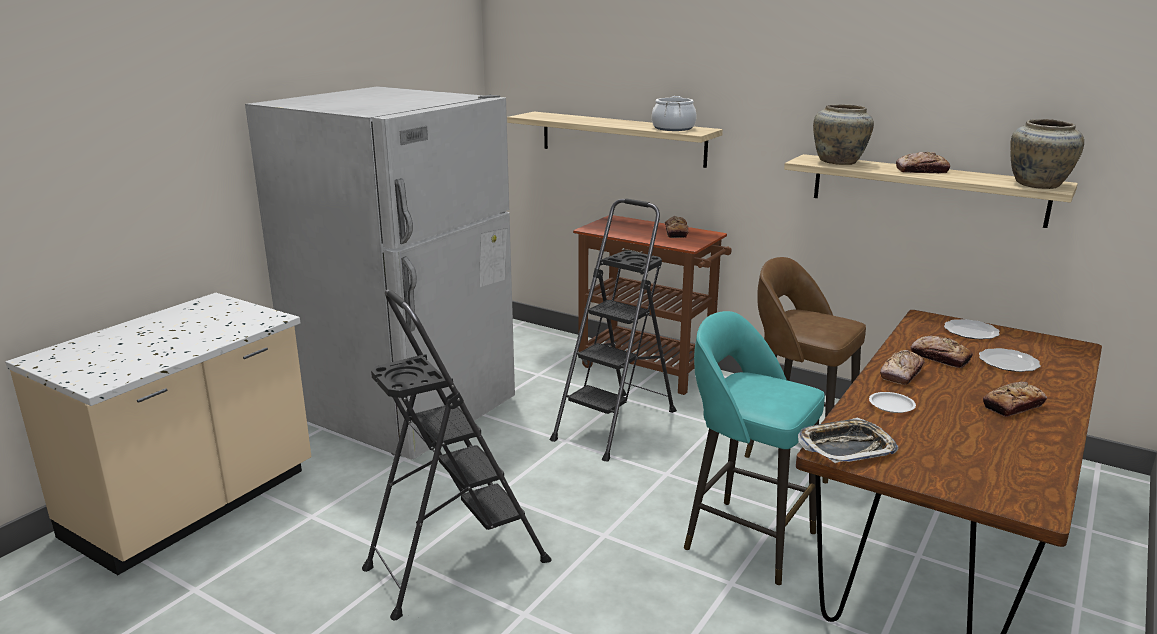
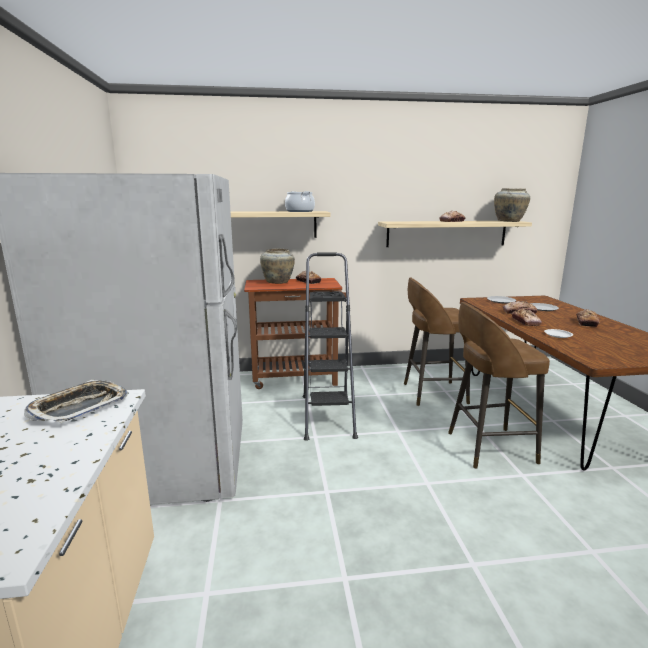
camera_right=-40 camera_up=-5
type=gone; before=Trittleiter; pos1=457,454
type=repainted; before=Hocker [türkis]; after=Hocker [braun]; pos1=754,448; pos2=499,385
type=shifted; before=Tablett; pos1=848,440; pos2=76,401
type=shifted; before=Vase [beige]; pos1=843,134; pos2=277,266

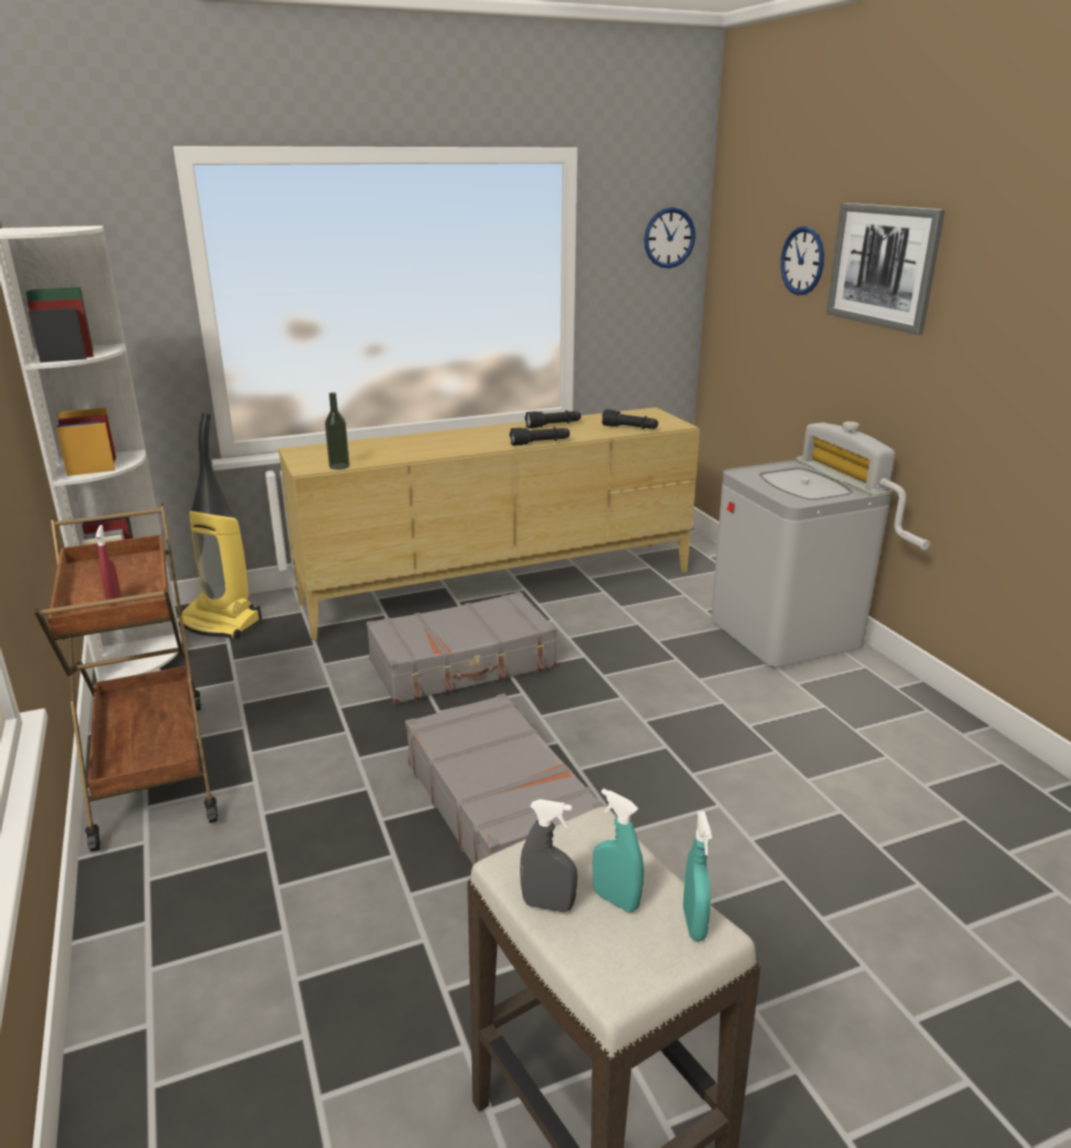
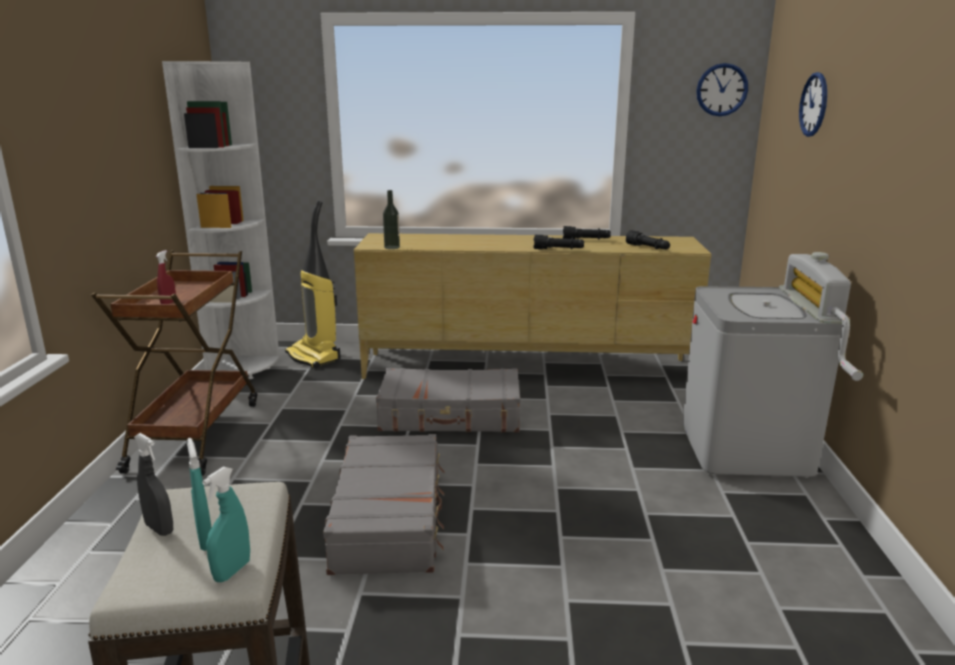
camera_right=25 camera_up=-5
type=gone; before=Bild; pos1=885,269

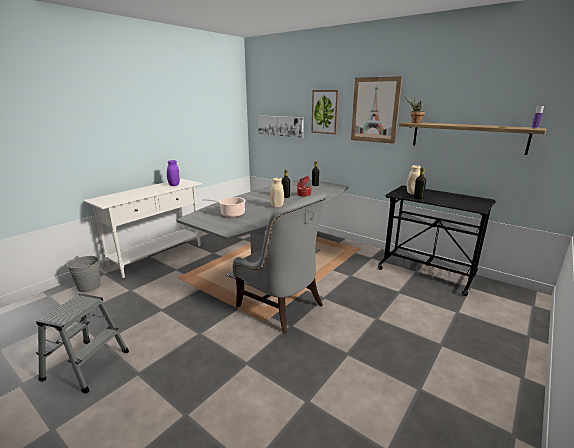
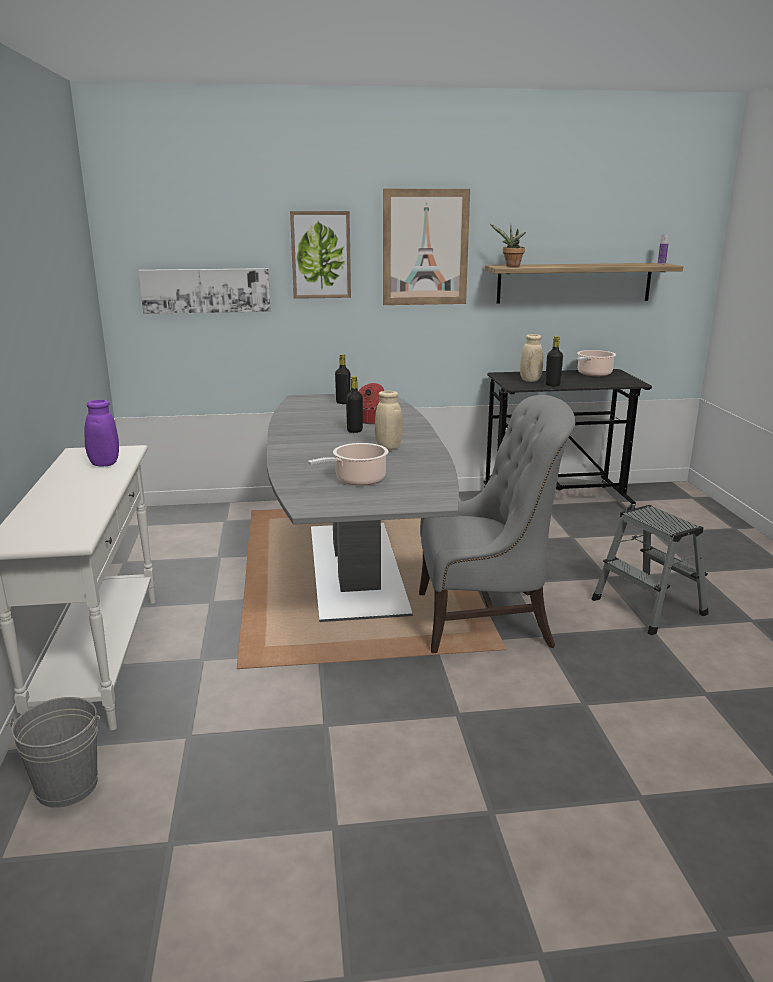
camera_right=-45 camera_up=0
type=shifted; before=Trittleiter [grau]; pos1=82,343; pos2=650,570
type=new; after=Kochtopf; pos2=596,363

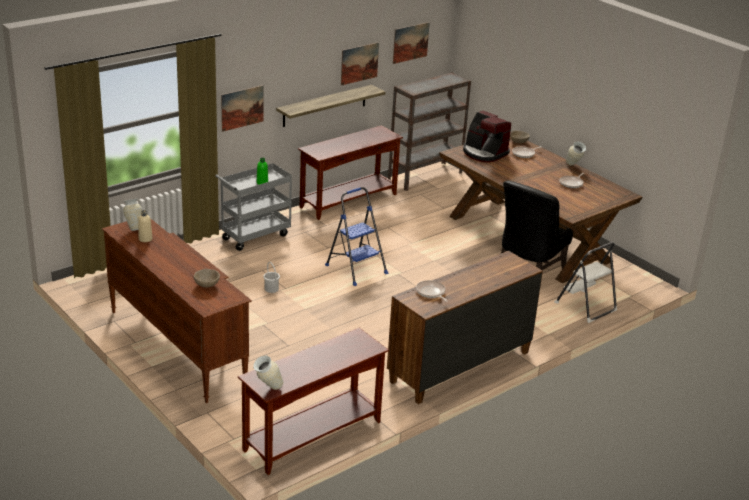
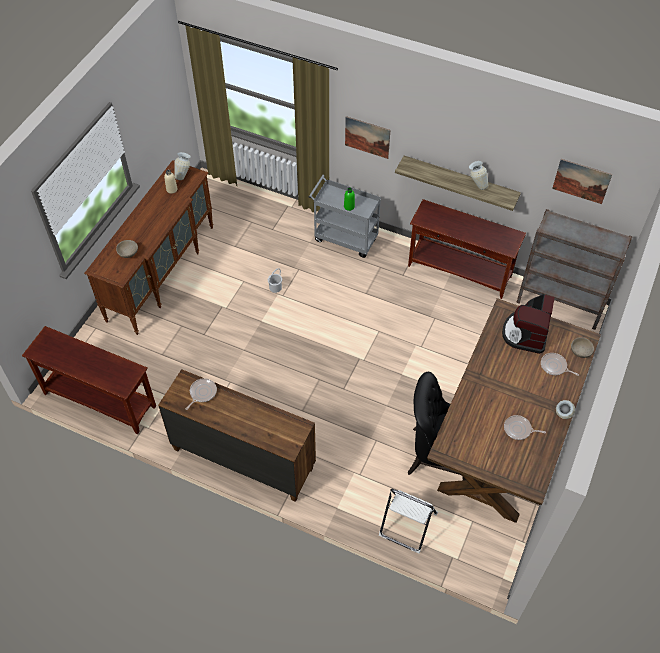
camera_right=65 camera_up=25
type=shifted; before=Vase; pos1=268,373; pos2=478,175
type=gone; before=Trittleiter [blau]; pos1=356,236
type=gone; before=Bild; pos1=360,64

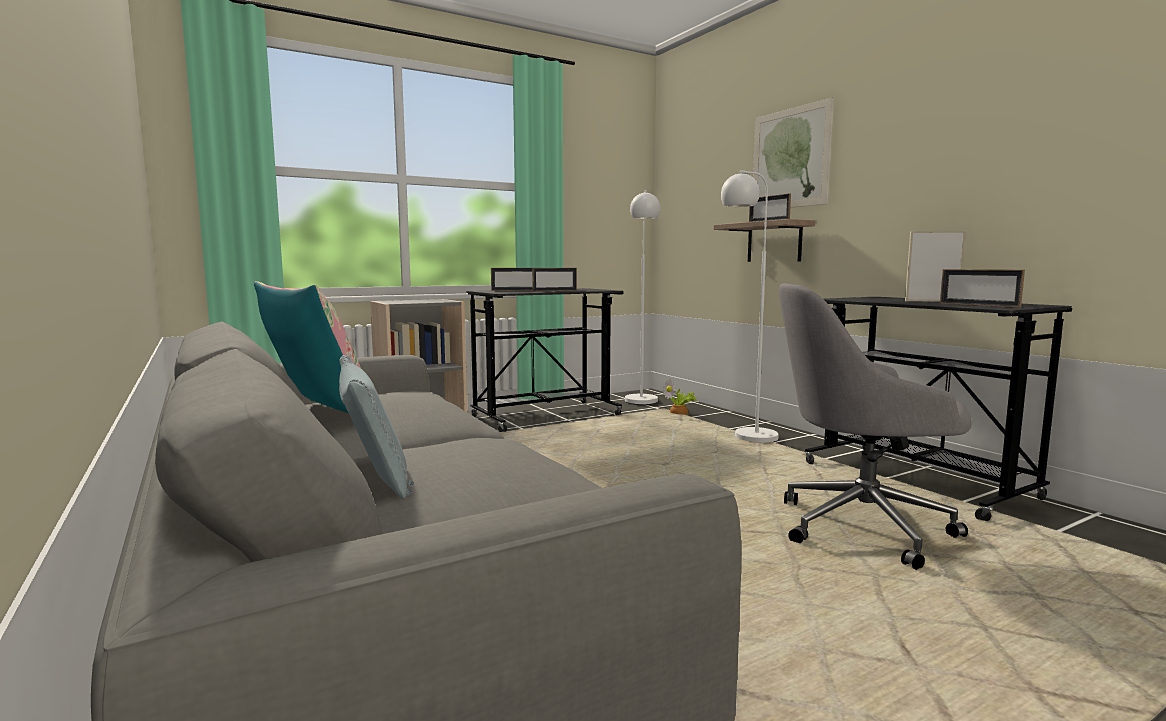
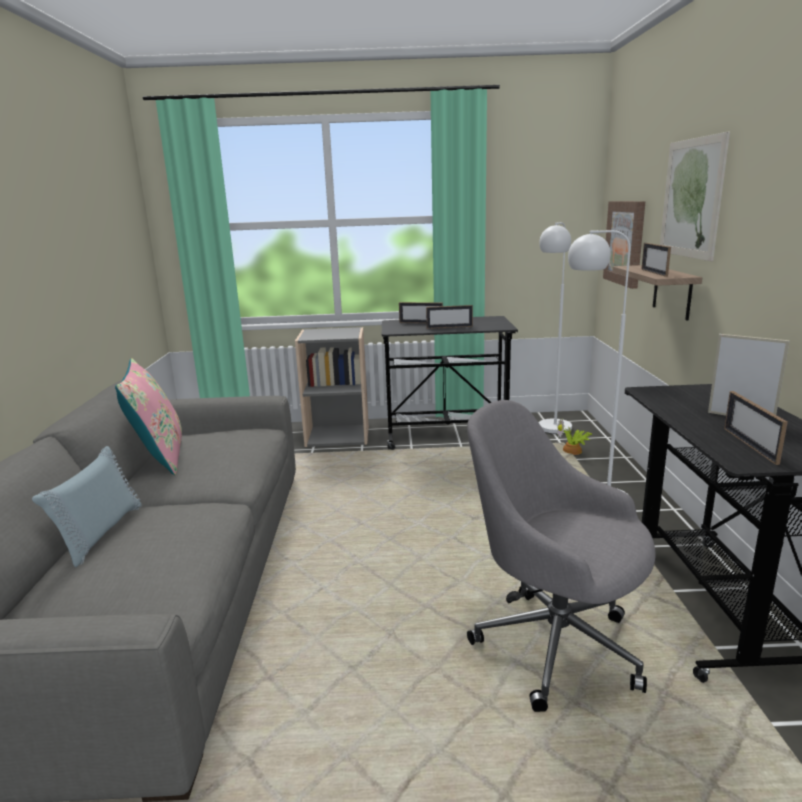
camera_right=30 camera_up=10
type=new; after=Bild; pos2=624,245

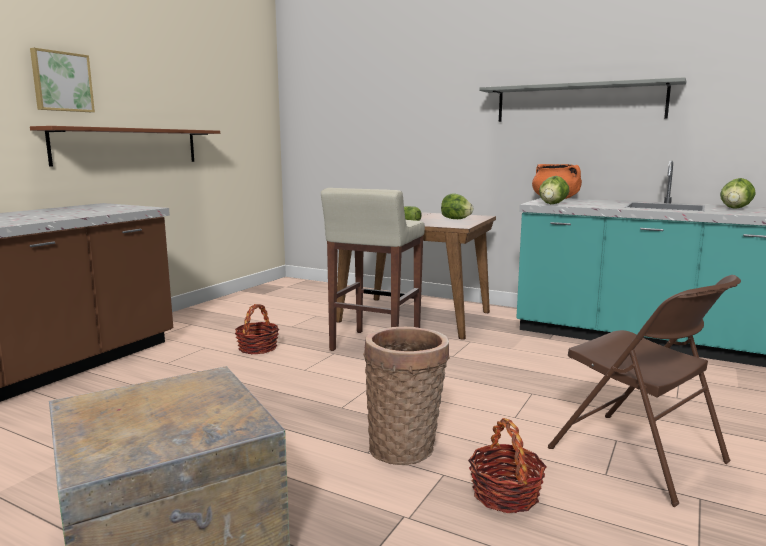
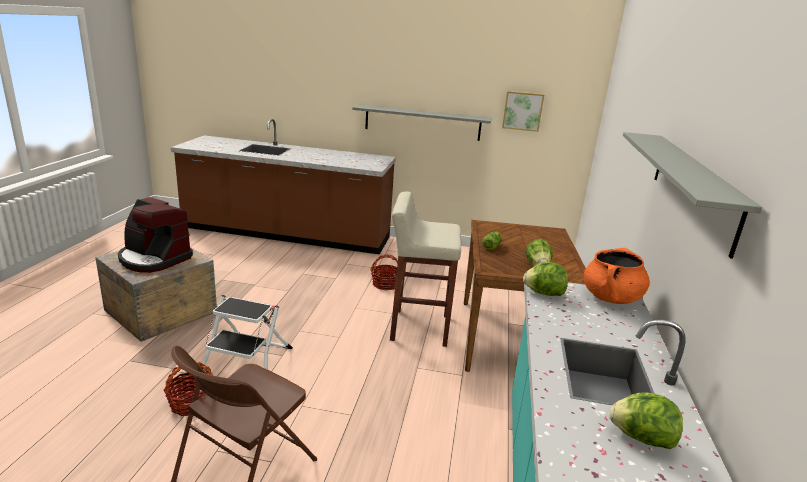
camera_right=70 camera_up=10
type=shifted; before=Bild; pos1=62,80; pos2=523,111
type=repainted; before=Wandregal [braun]; after=Wandregal [grau]; pos1=125,146; pos2=422,122
type=swapped; before=Korb; after=Trittleiter; pos1=406,396; pos2=247,332
type=new; after=Kaffeemaschine; pos2=155,235

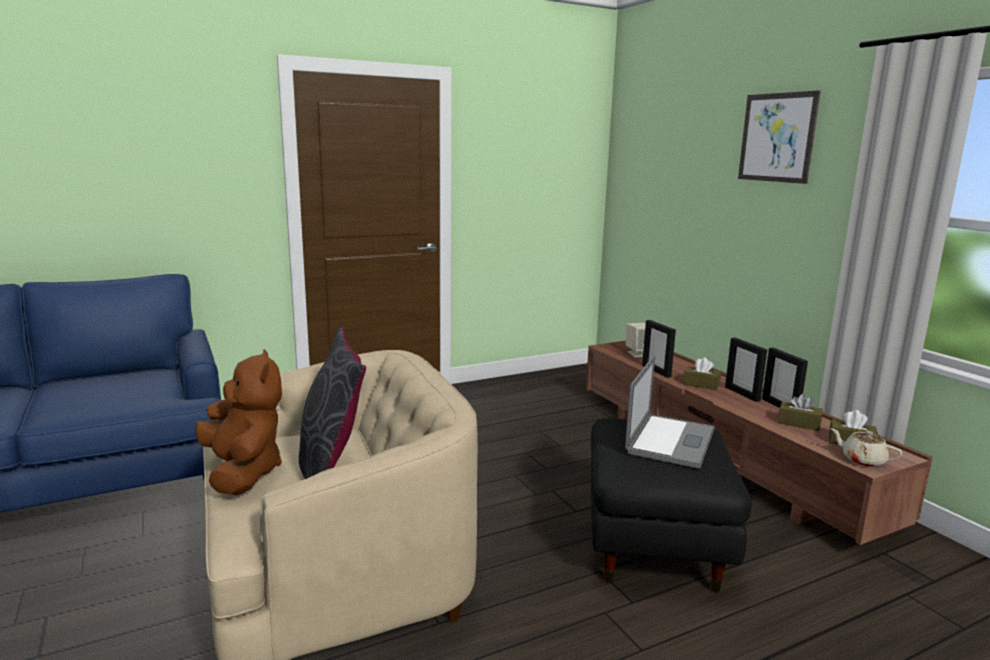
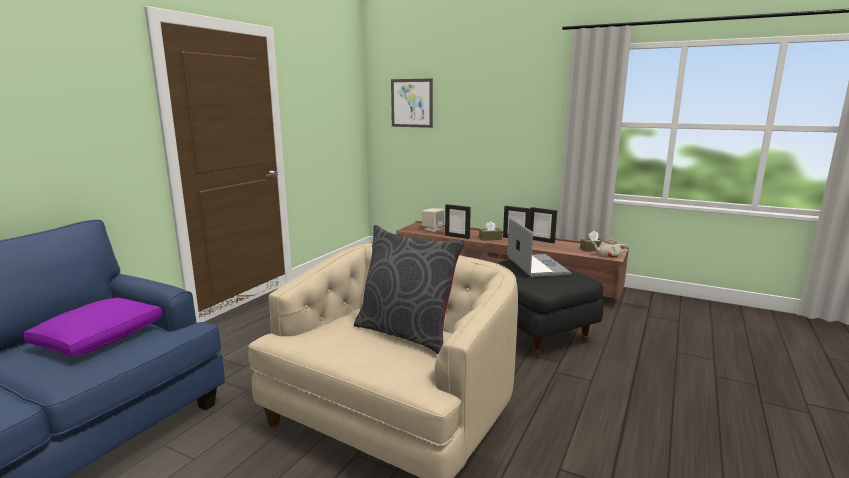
camera_right=-35 camera_up=0
type=gone; before=Plüschtier [braun]; pos1=238,422
type=shifted; before=Bild; pos1=779,137; pos2=412,103
type=gone; before=Taschentuchbox [braun]; pos1=800,412
type=new; after=Kissen [lila]; pos2=93,327

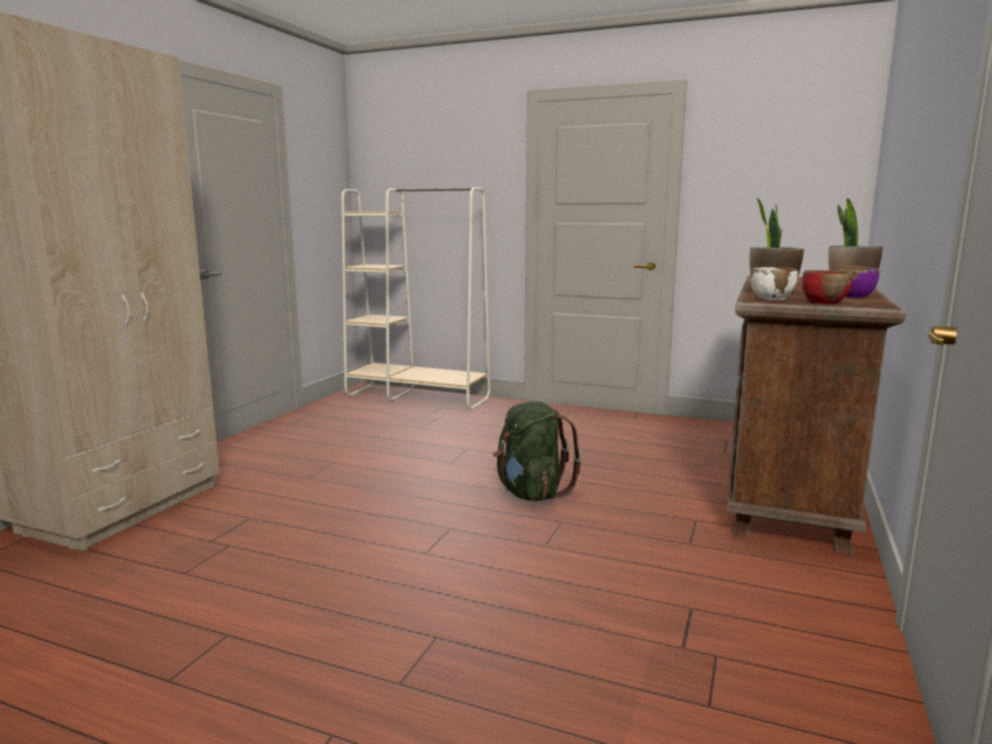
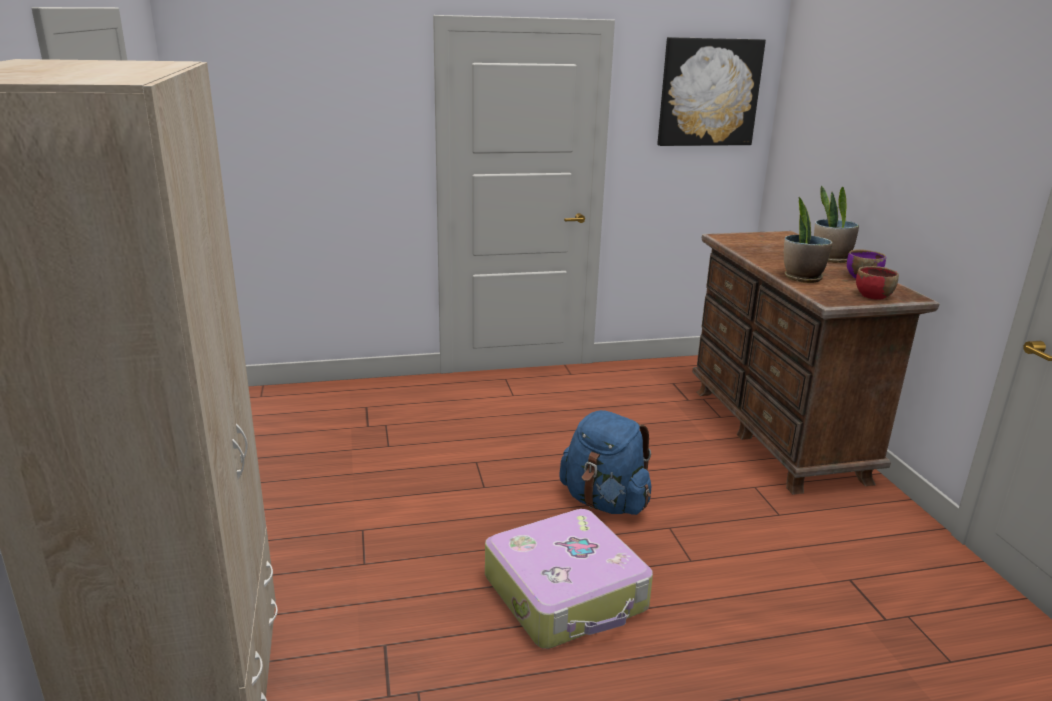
camera_right=-35 camera_up=10
type=gone; before=Kleiderständer [beige]; pos1=415,298
type=repainted; before=Rucksack [grün]; after=Rucksack [blau]; pos1=537,451; pos2=605,462
type=gone; before=Schüssel [weiß]; pos1=774,283
type=new; after=Koffer; pos2=569,579
type=new; after=Bild; pos2=711,91

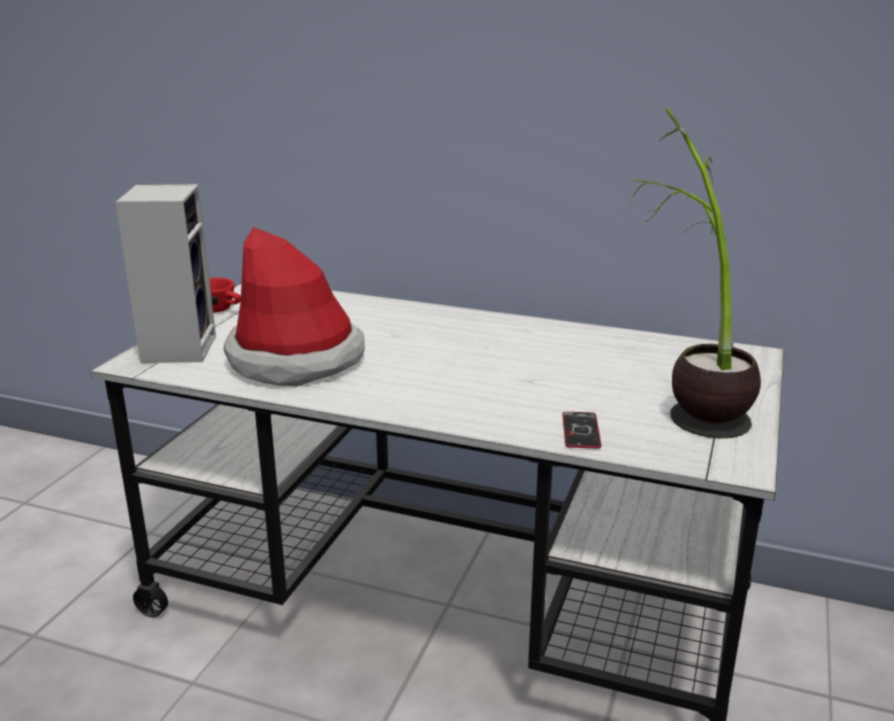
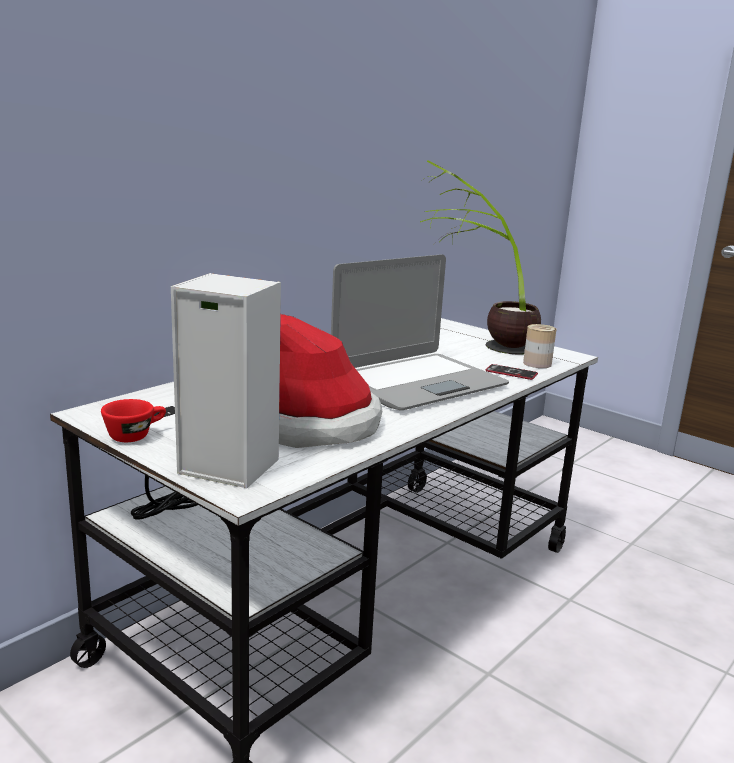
camera_right=-70 camera_up=-5
type=new; after=Laptop; pos2=420,332
type=new; after=Dose; pos2=539,346

